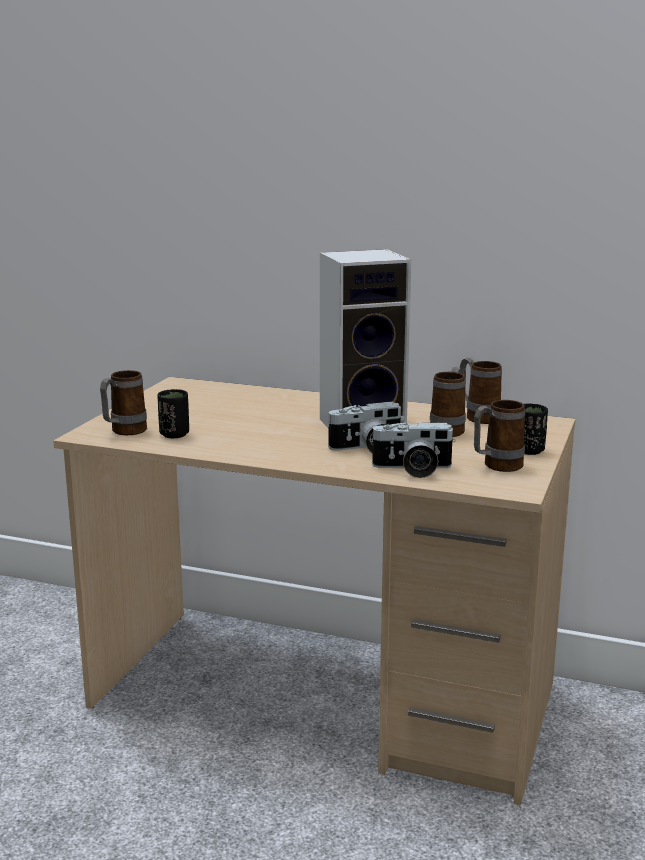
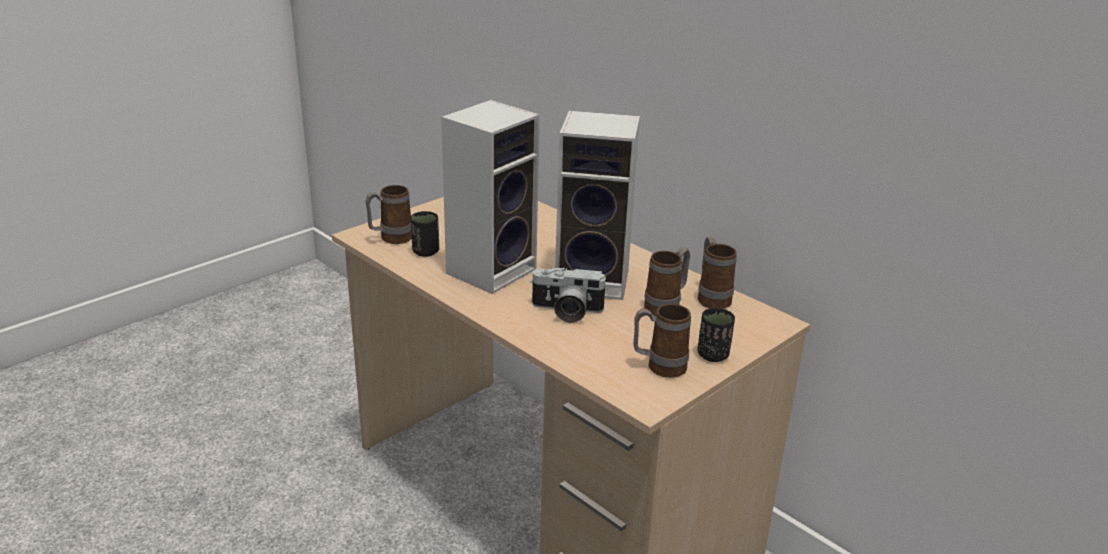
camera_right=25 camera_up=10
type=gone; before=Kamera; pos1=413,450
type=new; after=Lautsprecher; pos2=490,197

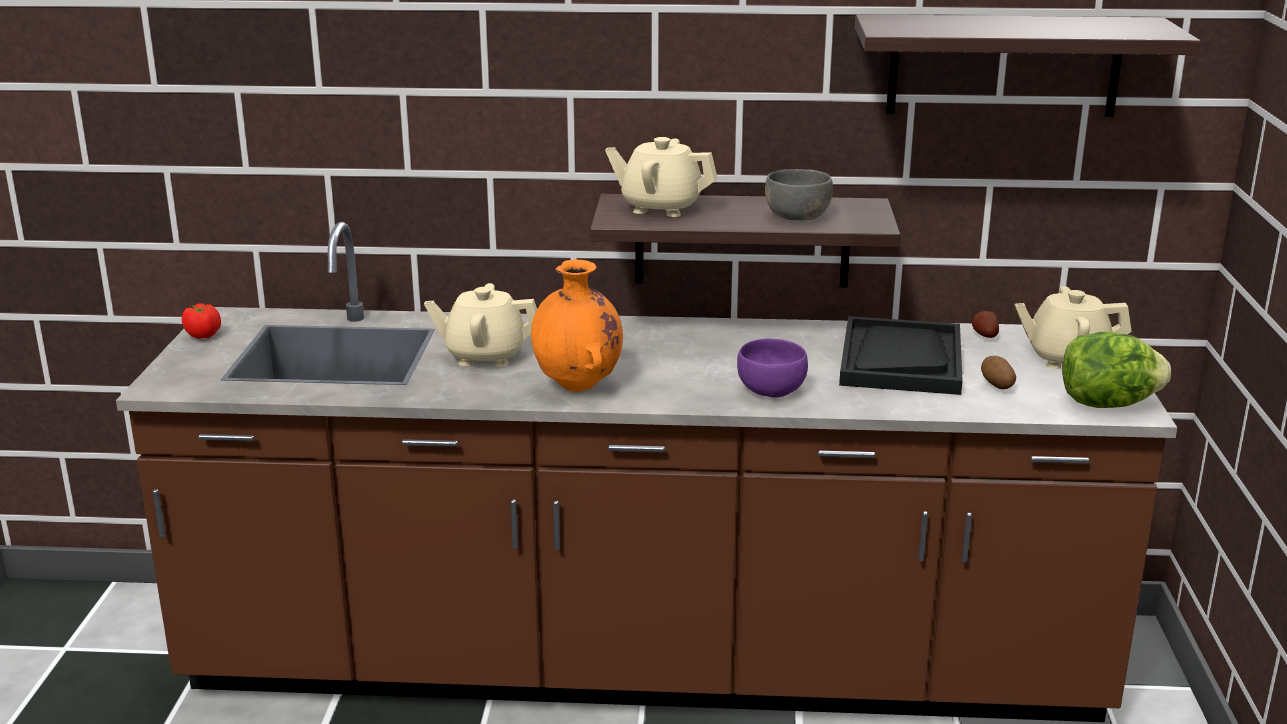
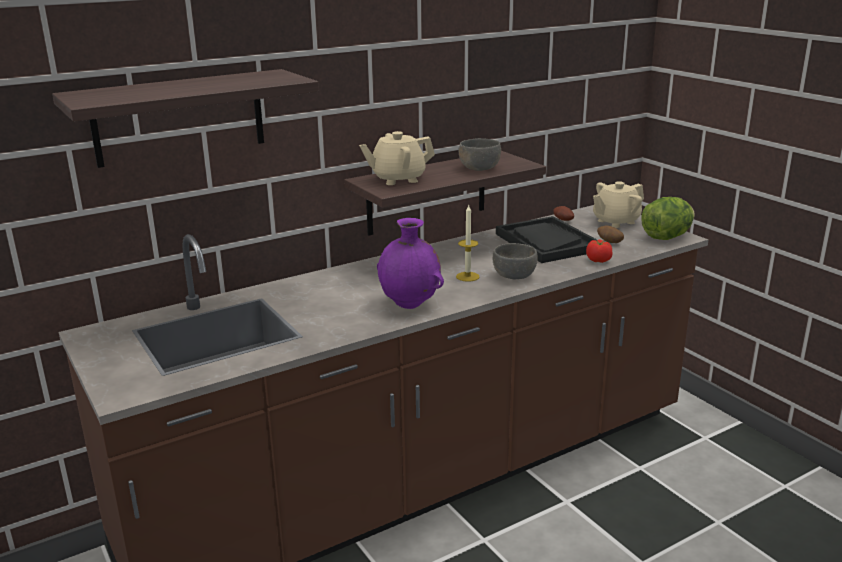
camera_right=-35 camera_up=0
type=shifted; before=Tomate; pos1=201,321; pos2=599,251
type=gone; before=Teekanne [beige]; pos1=480,325
type=repainted; before=Vase [orange]; after=Vase [lila]; pos1=577,326; pos2=410,263
type=repainted; before=Schüssel [lila]; after=Schüssel [grau]; pos1=772,368; pos2=515,261
type=shifted; before=Wandregal; pos1=1028,65; pos2=185,118
type=new; after=Kerze; pos2=468,243

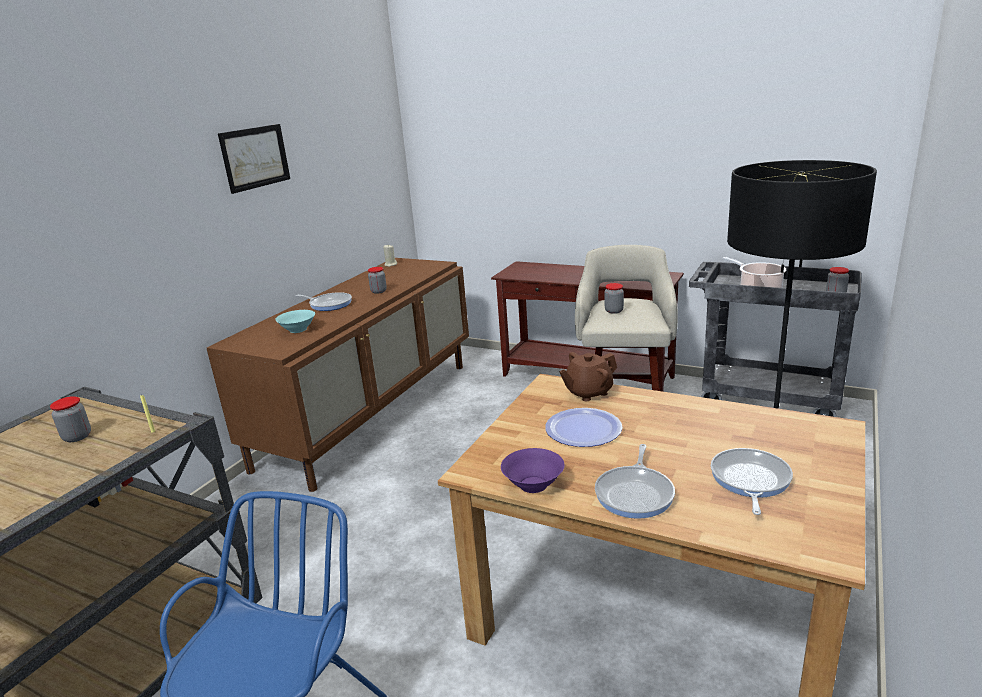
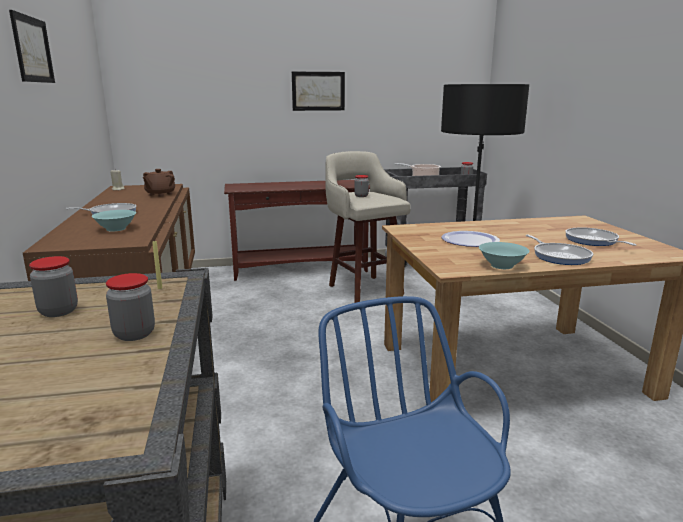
camera_right=-40 camera_up=-5
type=shifted; before=Vorratsglas; pos1=377,280; pos2=130,307
type=repainted; before=Schüssel [lila]; after=Schüssel [türkis]; pos1=533,470; pos2=504,255
type=shifted; before=Teekanne [braun]; pos1=588,376; pos2=159,183
type=new; after=Bild; pos2=318,91

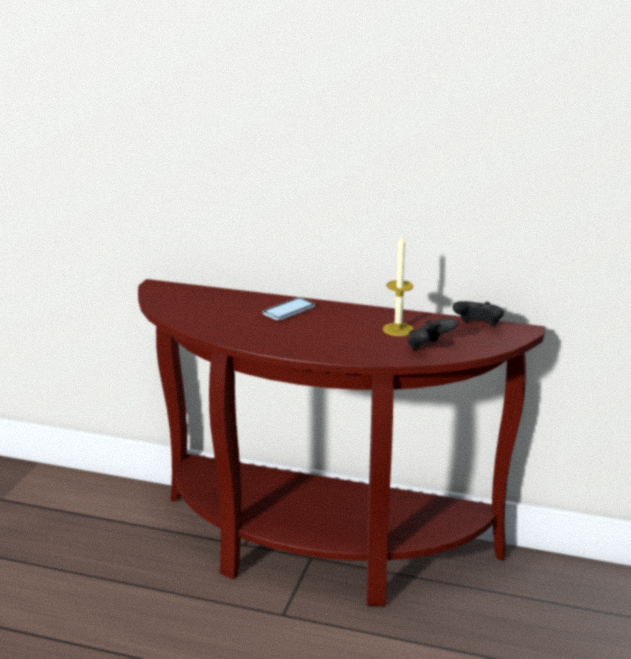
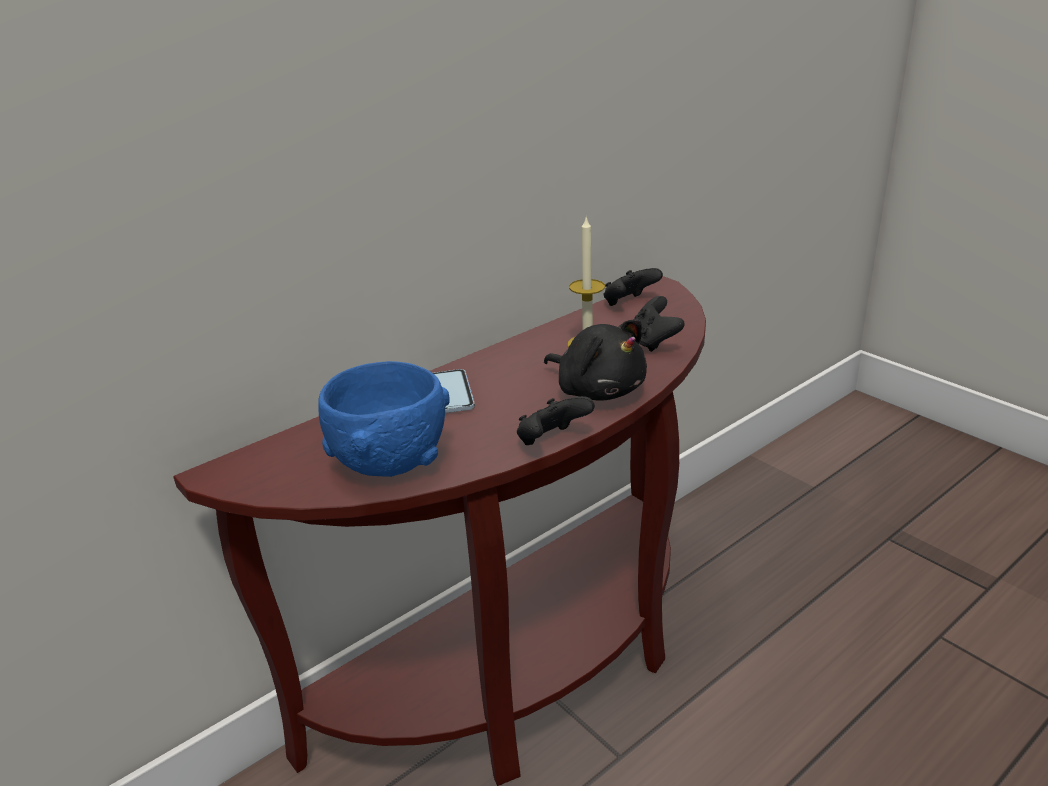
camera_right=-55 camera_up=5
type=new; after=Schüssel [blau]; pos2=384,419
type=new; after=Gamepad [schwarz]; pos2=556,420
type=new; after=Plüschtier [schwarz]; pos2=595,360

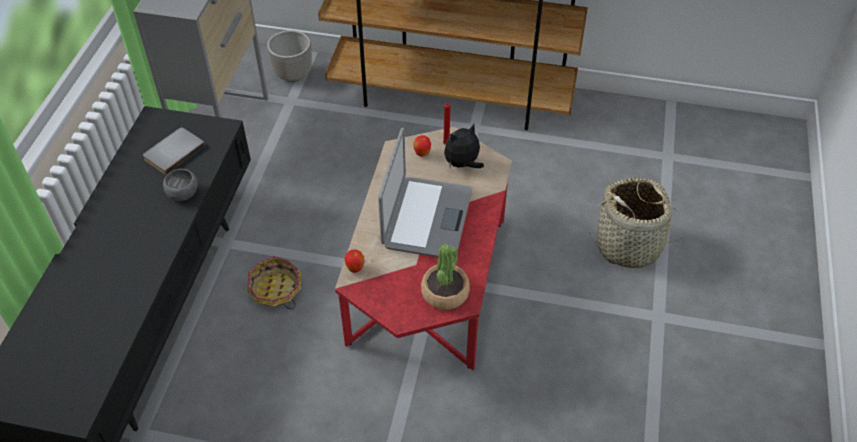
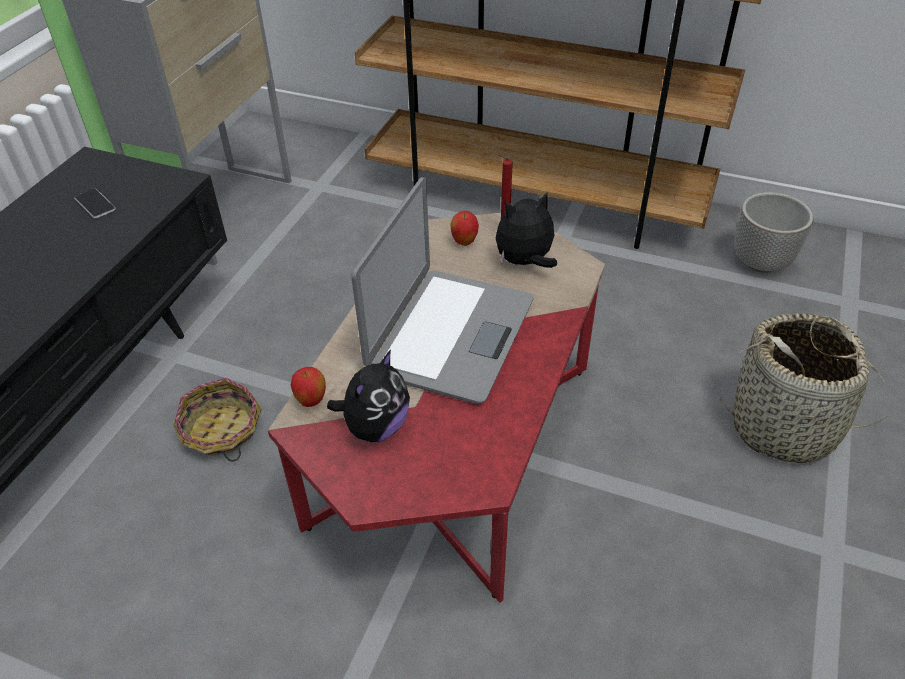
camera_right=10 camera_up=-5
type=swapped; before=Buch [grau]; after=Handy; pos1=174,151; pos2=95,204
type=gone; before=Schüssel [grau]; pos1=180,185
type=shifted; before=Pflanzkübel; pos1=289,56; pos2=774,232
type=gone; before=Topfpflanze; pos1=445,277
type=new; after=Plüschtier; pos2=368,396

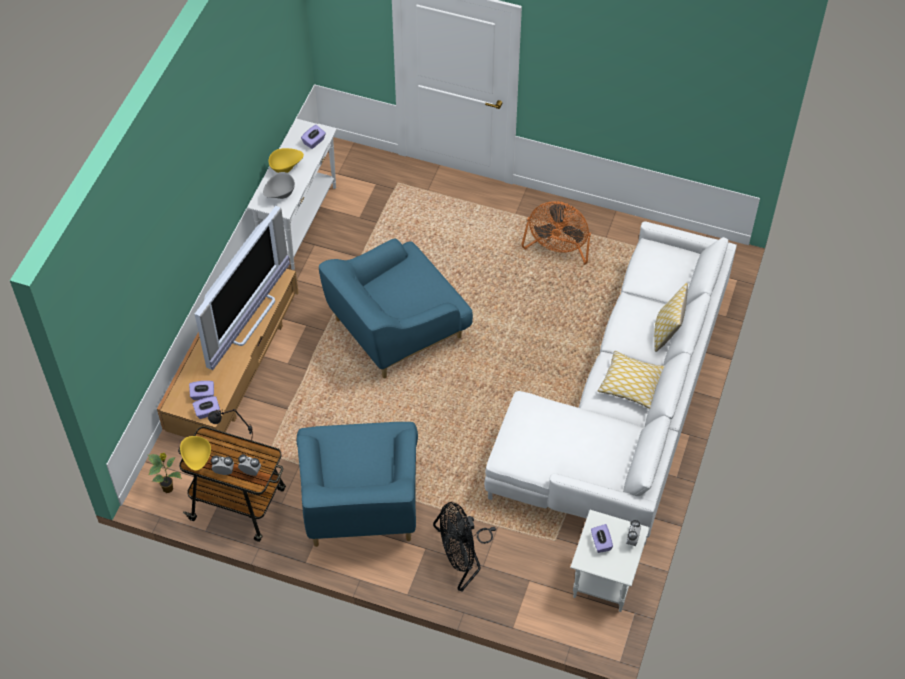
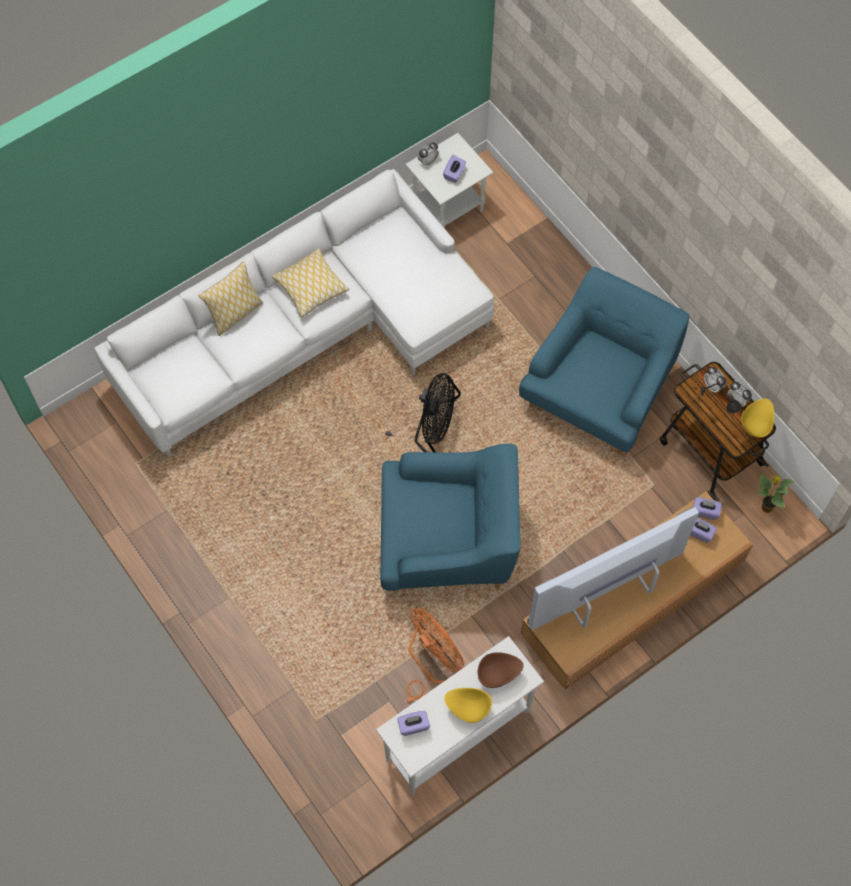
camera_right=-145 camera_up=10
type=repainted; before=Schüssel [grau]; after=Schüssel [braun]; pos1=279,185; pos2=501,670
type=shifted; before=Ventilator [schwarz]; pos1=464,547; pos2=423,412
type=shifted; before=Ventilator [orange]; pos1=556,233; pos2=434,655

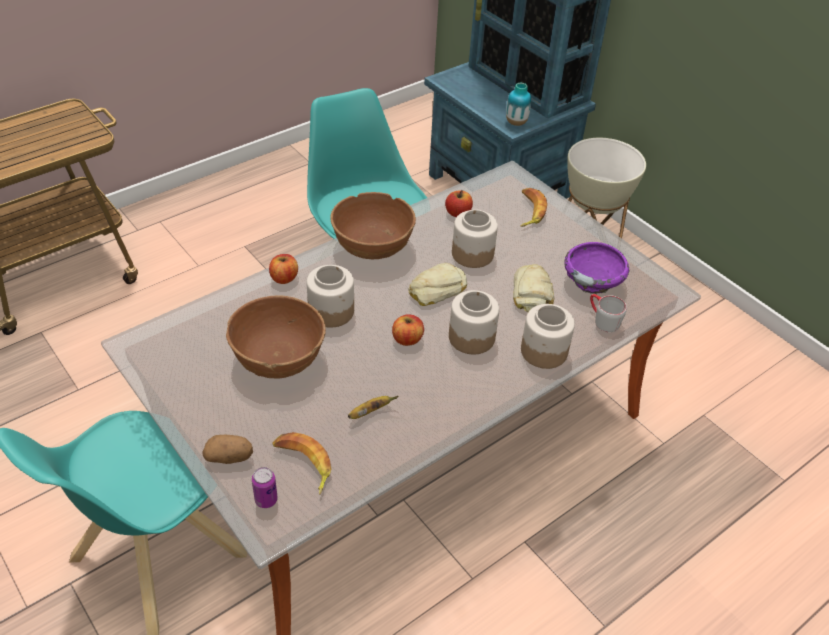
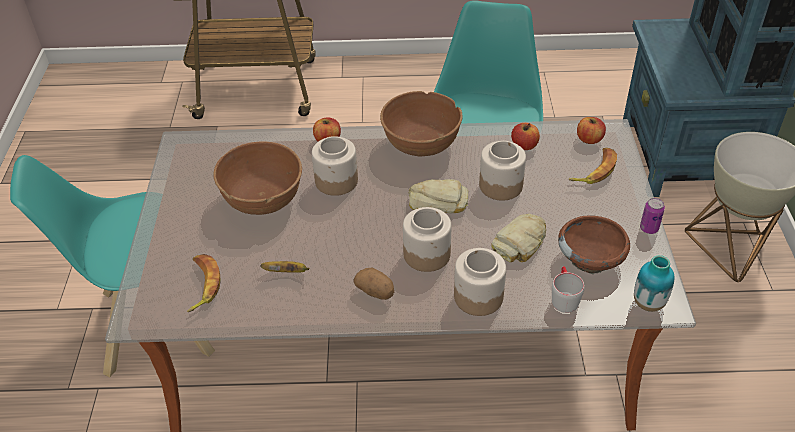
camera_right=40 camera_up=0
type=shifted; before=Kartoffel; pos1=228,449; pos2=373,284
type=shifted; before=Dose; pos1=265,487; pos2=652,216
type=shifted; before=Apfel; pos1=408,330; pos2=591,130
type=shifted; before=Vase; pos1=518,104; pos2=654,283
type=repainted; before=Schüssel [lila]; after=Schüssel [braun]; pos1=596,268; pos2=594,244

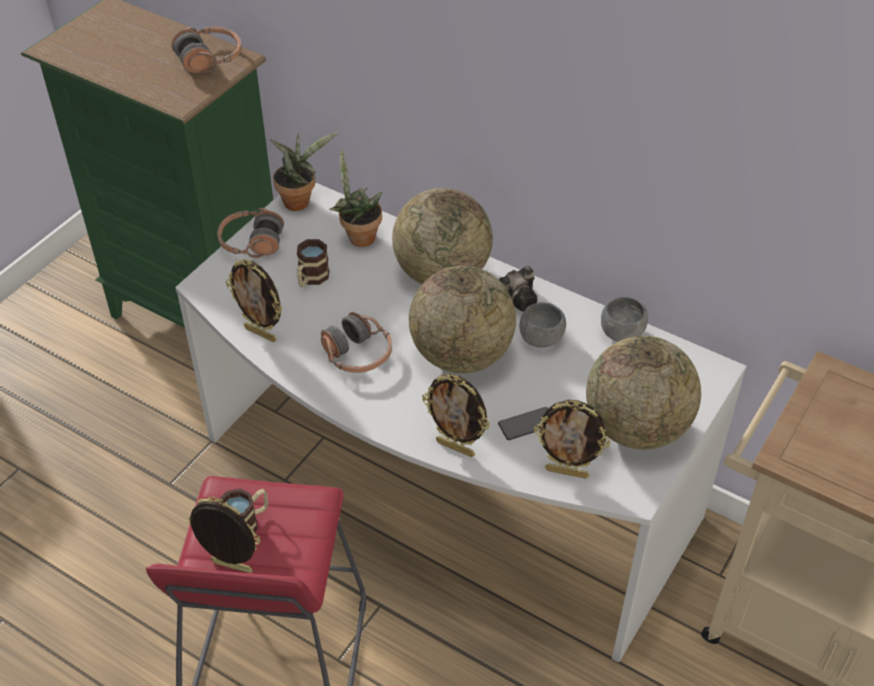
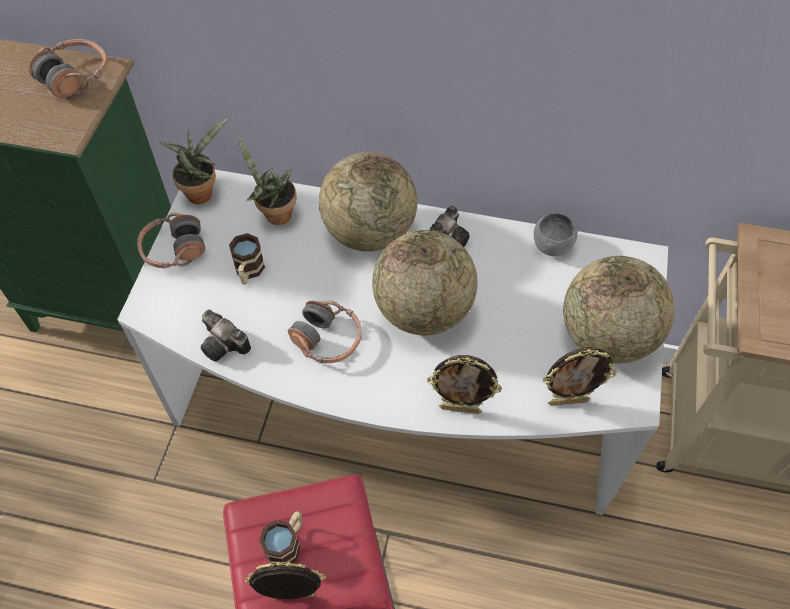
camera_right=-20 camera_up=10
type=swapped; before=Bilderrahmen; after=Kamera; pos1=254,300; pos2=226,335
type=gone; before=Handy; pos1=523,423
type=gone; before=Schüssel [grau]; pos1=543,325

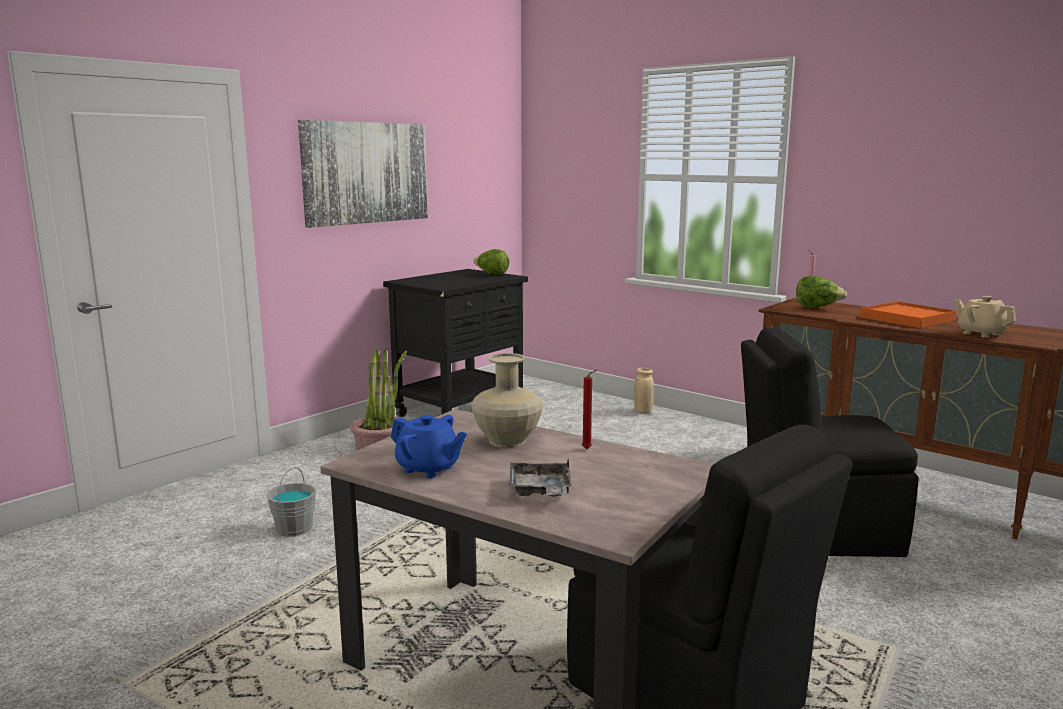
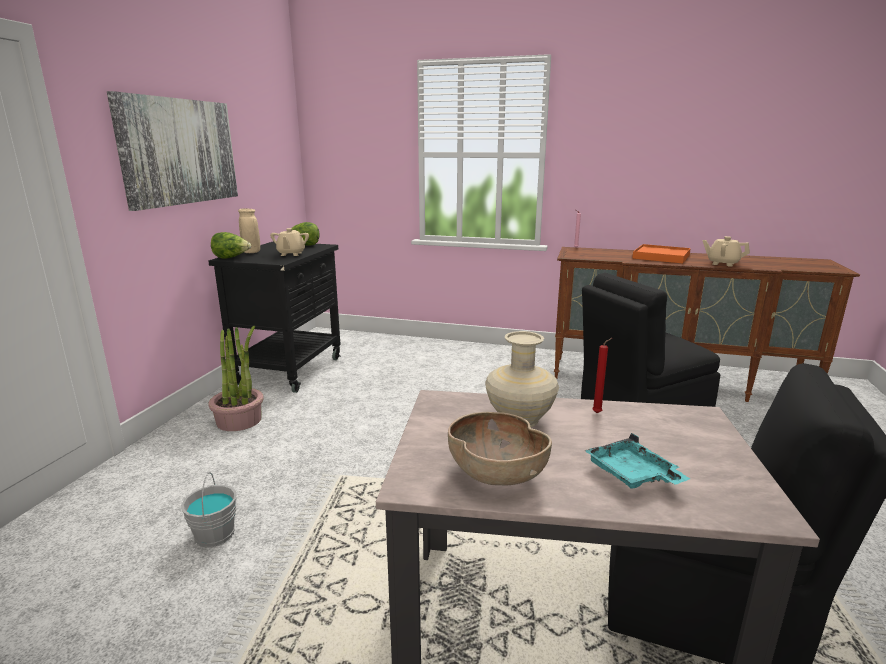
camera_right=-25 camera_up=5
type=swapped; before=Teekanne [blau]; after=Schüssel [braun]; pos1=429,446; pos2=500,449
type=repainted; before=Tablett [grau]; after=Tablett [türkis]; pos1=541,477; pos2=637,461
type=shifted; before=Vase [beige]; pos1=644,390; pos2=249,230
type=shifted; before=Salatkopf; pos1=821,292; pos2=231,245
type=new; after=Teekanne [beige]; pos2=289,242

